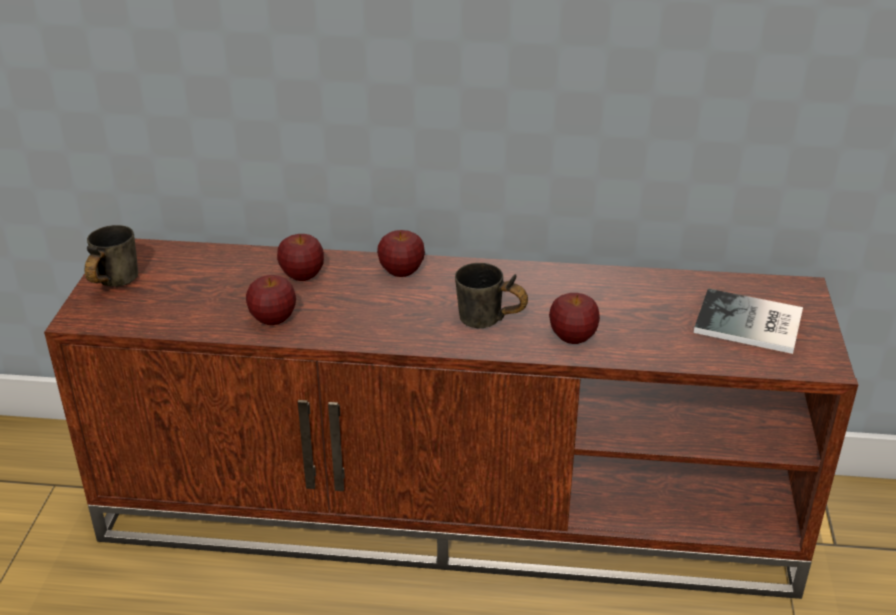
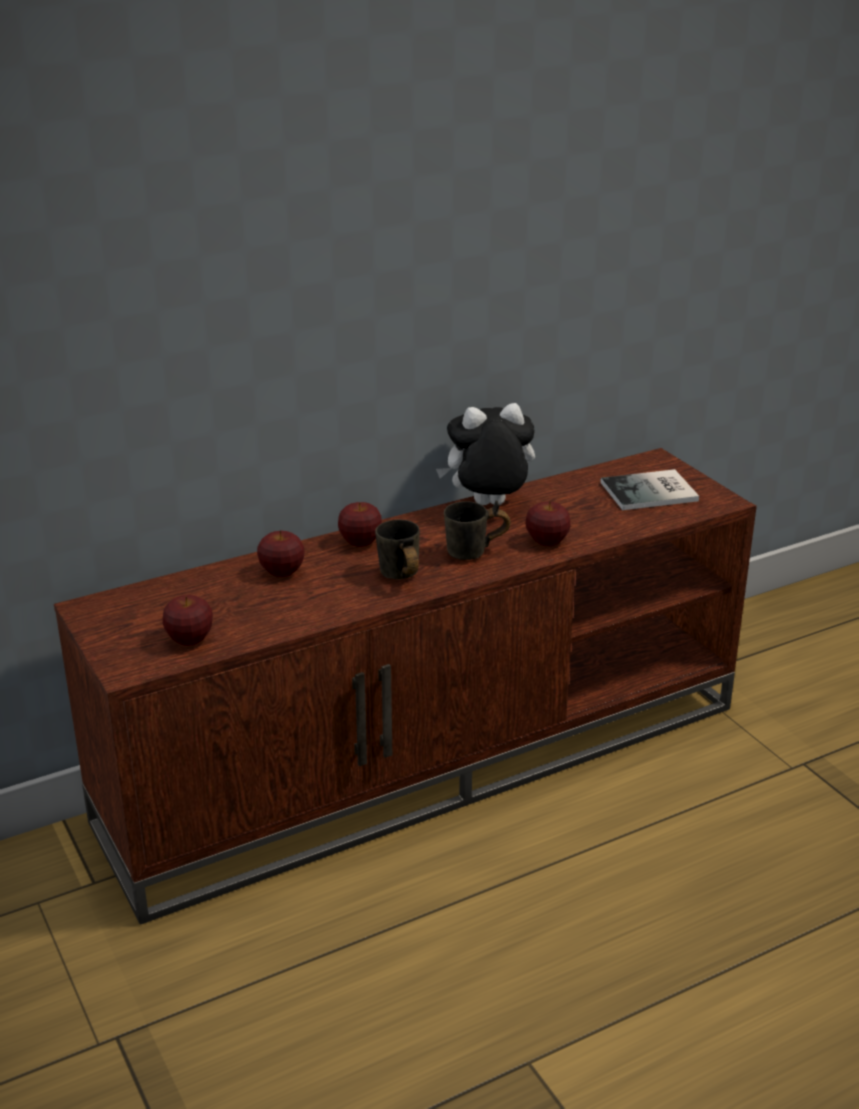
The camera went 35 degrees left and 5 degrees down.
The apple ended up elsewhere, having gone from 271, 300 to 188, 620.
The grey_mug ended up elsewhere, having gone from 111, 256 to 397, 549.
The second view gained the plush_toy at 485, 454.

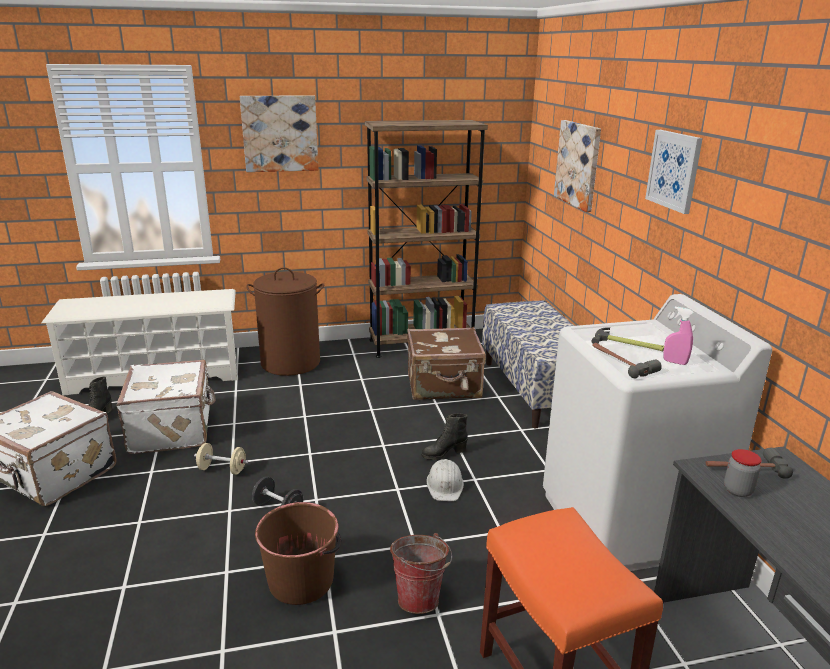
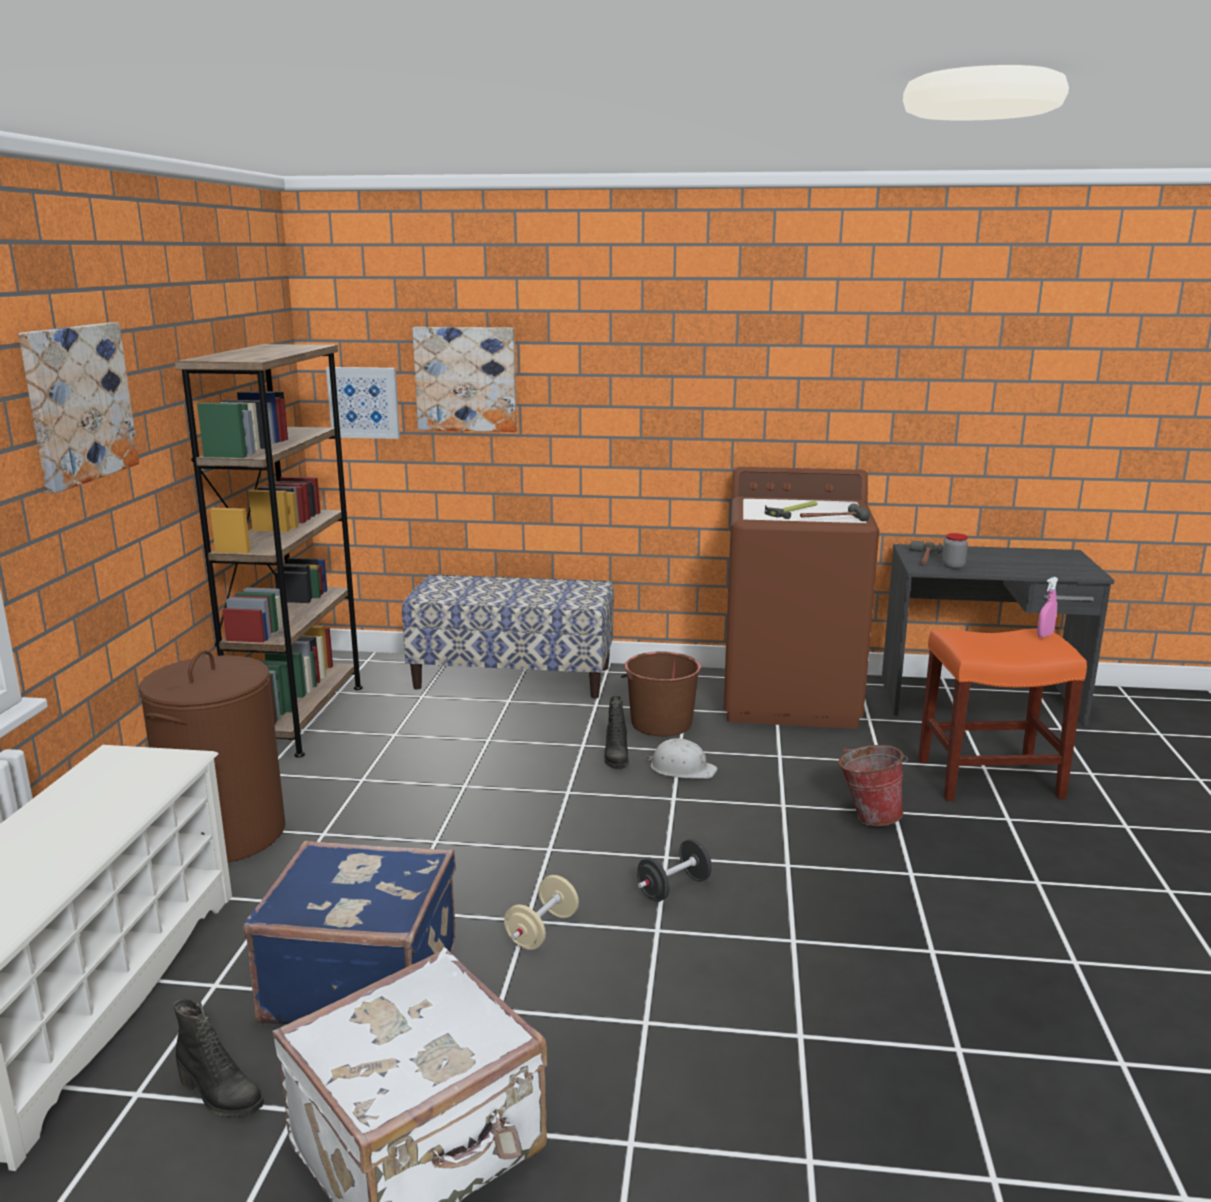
The camera went 70 degrees left and 5 degrees down.
What was the white_suitcase at 166, 407 turned into the blue_suitcase at 349, 932.
The picture ended up elsewhere, having gone from 674, 172 to 363, 403.
The brown_bucket ended up elsewhere, having gone from 298, 553 to 661, 694.
What was the white_washing_machine at 657, 432 turned into the brown_washing_machine at 801, 598.
The pink_spray_bottle ended up elsewhere, having gone from 678, 336 to 1047, 607.
The second view lost the brown_suitcase at 446, 363.

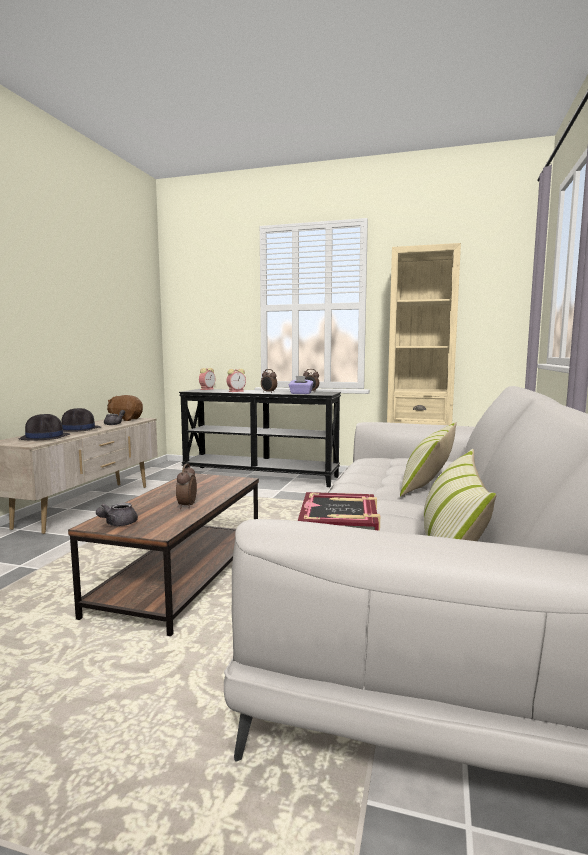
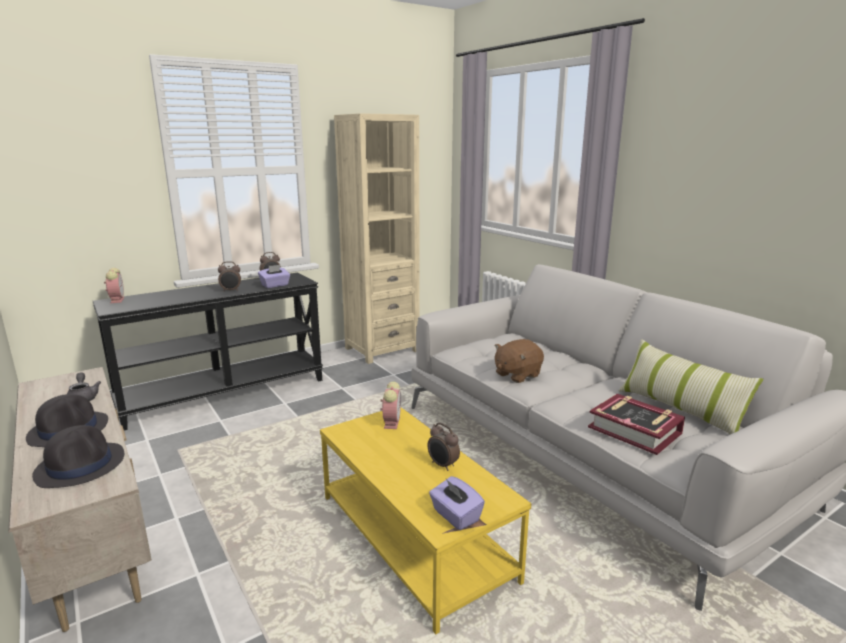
The camera went 50 degrees left and 10 degrees up.
What was the brown_coffee_table at 163, 555 turned into the yellow_coffee_table at 426, 520.
The alarm_clock ended up elsewhere, having gone from 236, 380 to 390, 405.
Where the grey_teapot stood at 117, 514, the purple_tissue_box came to stand at 457, 503.
The brown_plush_toy ended up elsewhere, having gone from 125, 408 to 519, 361.
The second view lost the pillow at 428, 459.

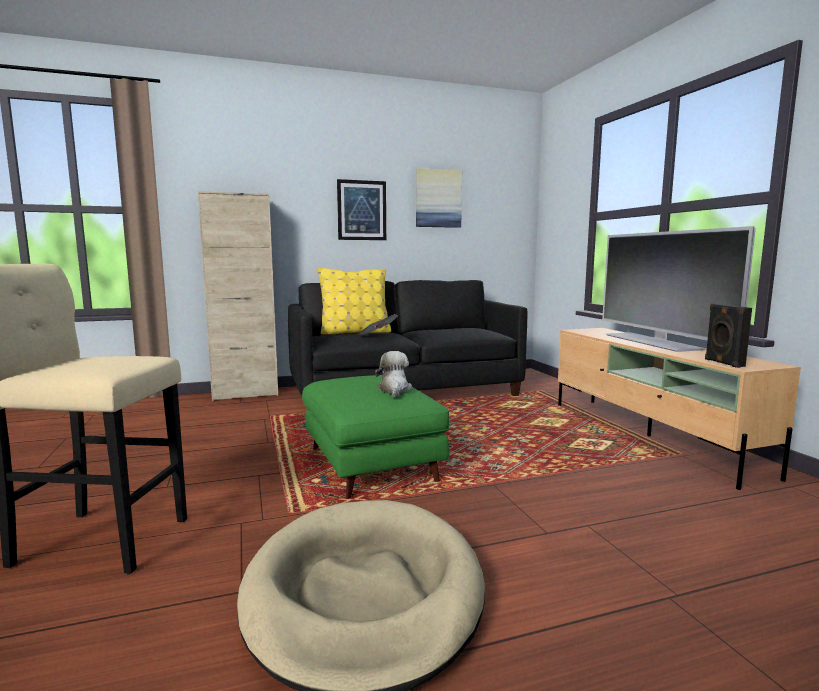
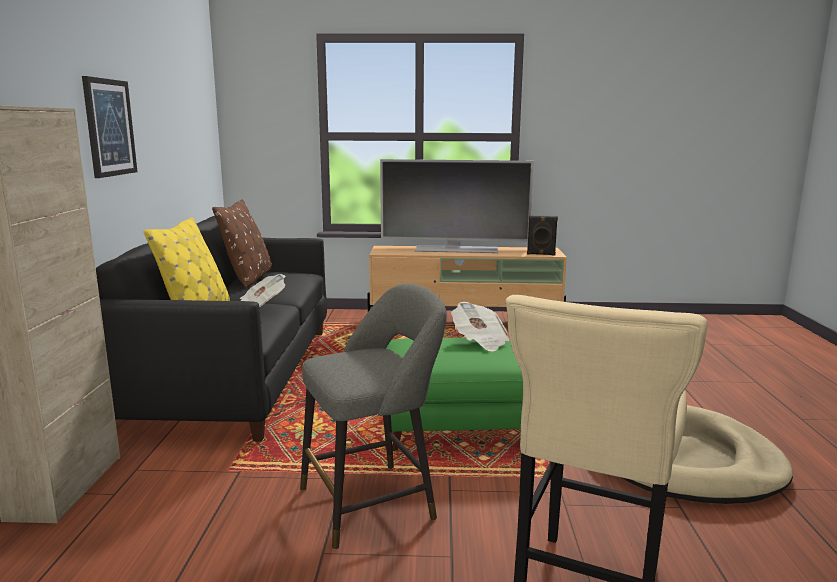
The camera went 70 degrees left and 5 degrees up.
The second view gained the brown_pillow at 242, 243.
The second view gained the grey_stool at 373, 416.
Where the plush_toy stood at 393, 374, the newspaper came to stand at 480, 327.
The second view lost the picture at 439, 198.

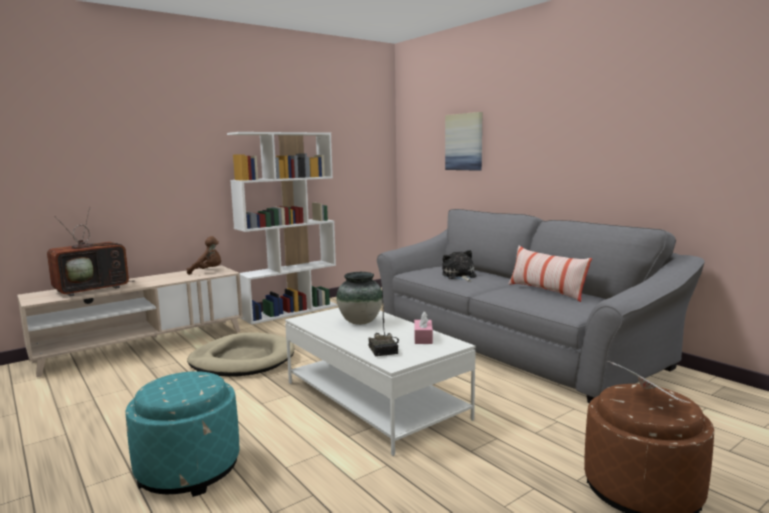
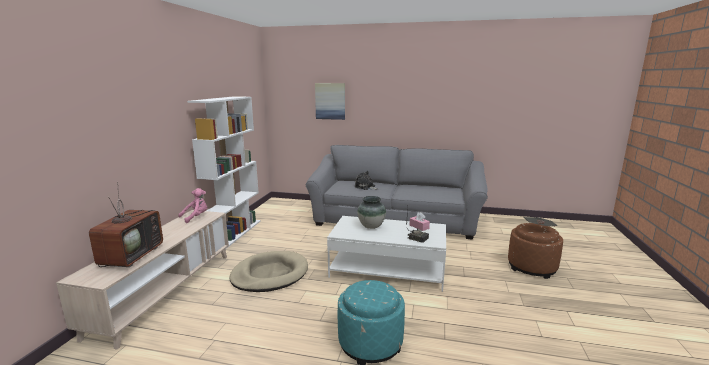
The camera went 40 degrees left and 5 degrees up.
What was the brown_plush_toy at 204, 255 turned into the pink_plush_toy at 192, 205.
The second view lost the pillow at 550, 274.

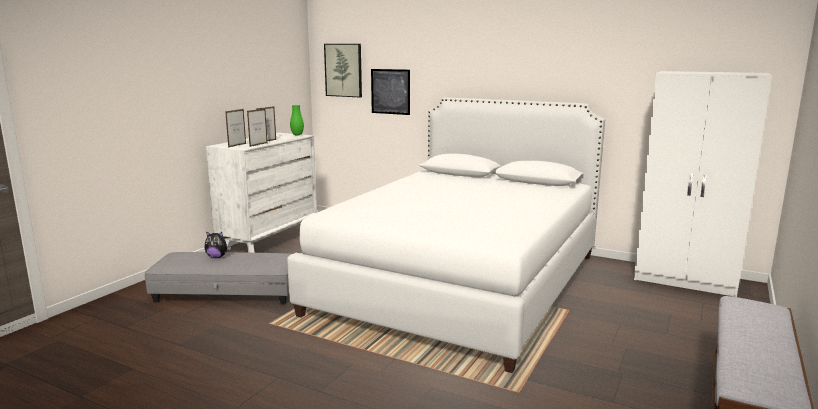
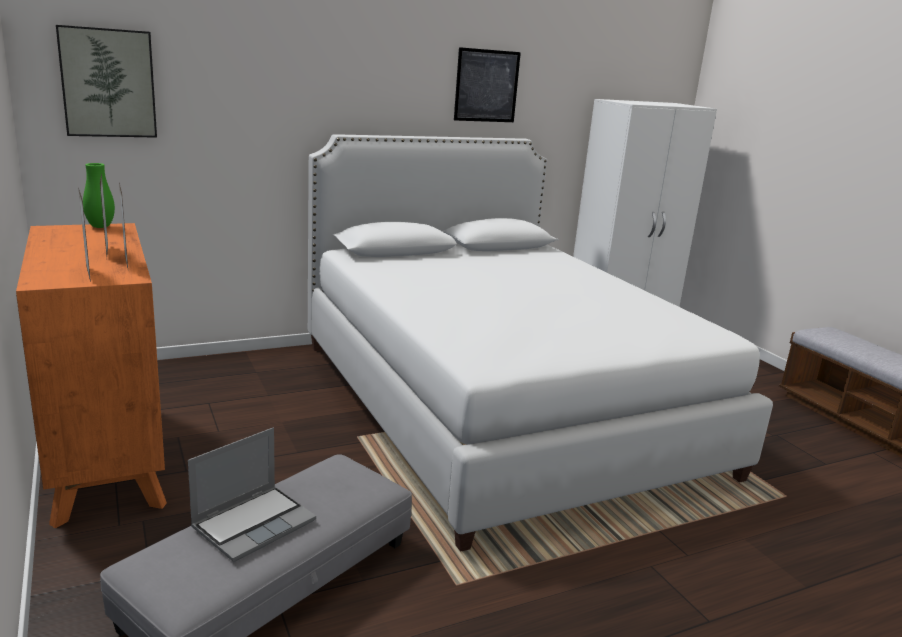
The camera went 55 degrees left and 5 degrees up.
What was the white_dresser at 261, 193 turned into the orange_dresser at 91, 375.
Where the plush_toy stood at 218, 244, the laptop came to stand at 252, 494.
The picture ended up elsewhere, having gone from 390, 92 to 487, 84.

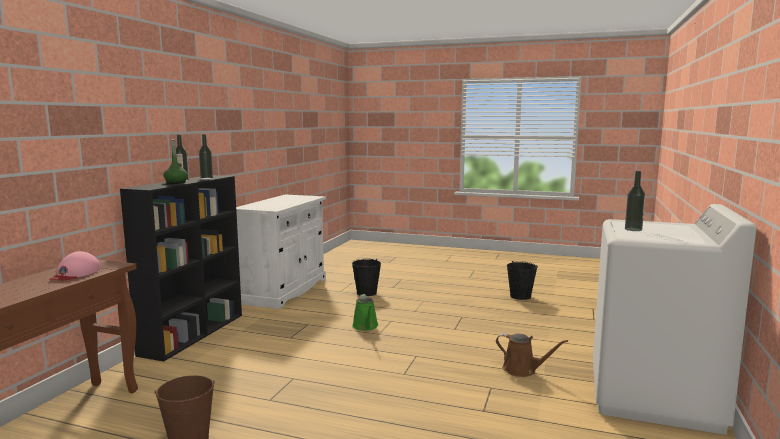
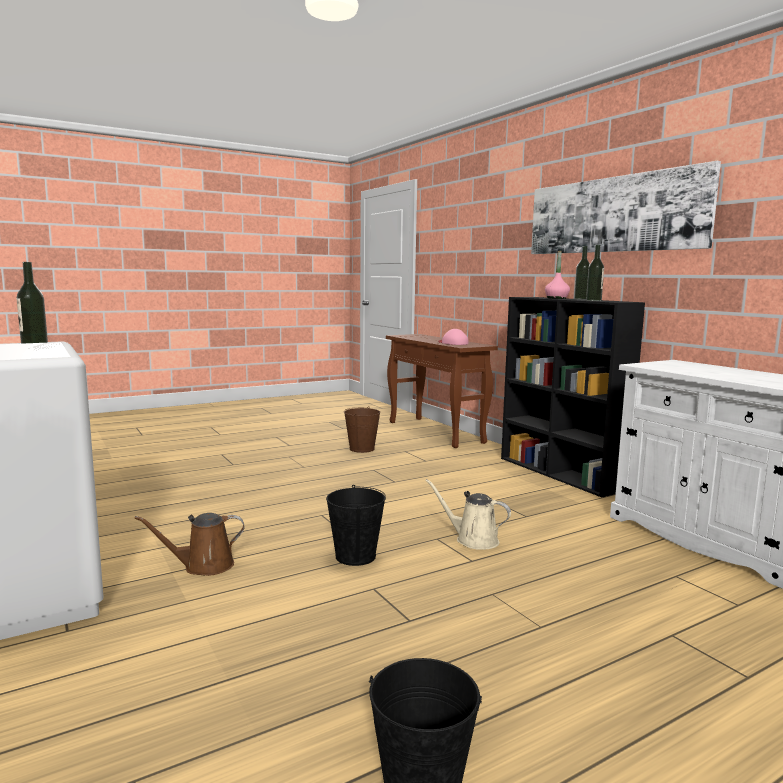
The camera went 130 degrees right and 0 degrees up.
The black_bucket ended up elsewhere, having gone from 366, 277 to 356, 525.
What was the green_watering_can at 365, 312 turned into the beige_watering_can at 468, 514.
The second view gained the picture at 626, 207.
What was the green_bottle at 175, 161 turned into the pink_bottle at 557, 275.

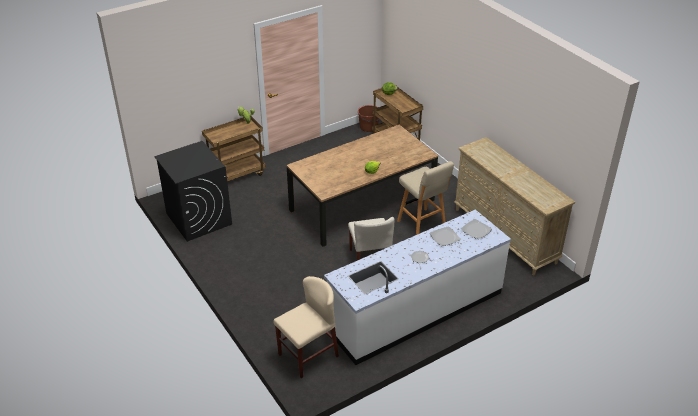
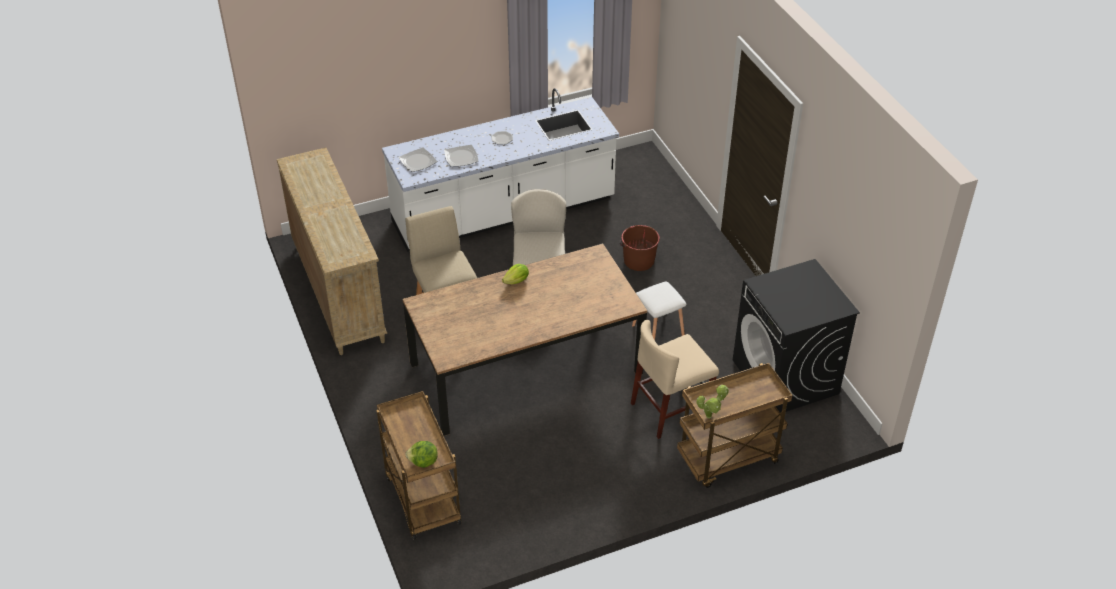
The camera went 170 degrees left and 5 degrees up.
The brown_bucket ended up elsewhere, having gone from 368, 118 to 640, 248.
The beige_chair ended up elsewhere, having gone from 306, 327 to 675, 379.
The second view gained the white_stool at 659, 311.

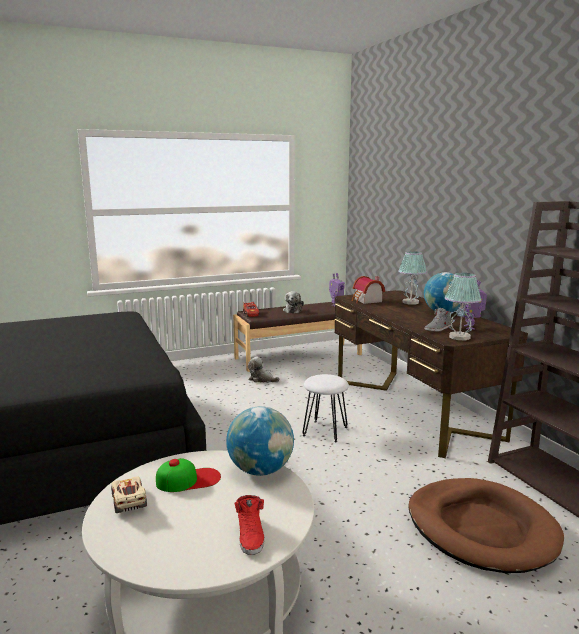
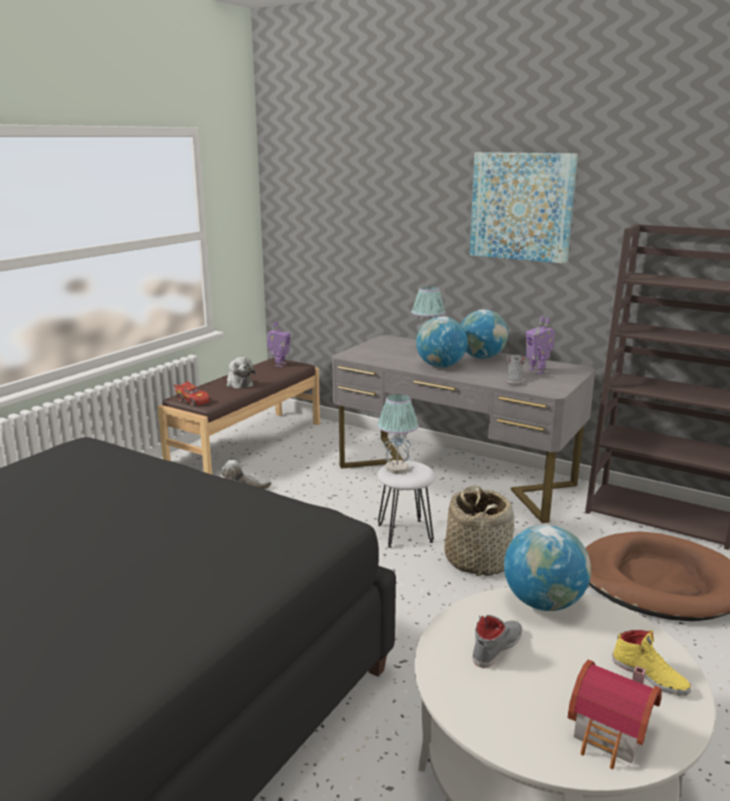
The camera went 35 degrees left and 5 degrees up.
What was the brown_desk at 431, 374 turned into the grey_desk at 464, 429.
The table_lamp ended up elsewhere, having gone from 463, 306 to 398, 434.
The second view gained the globe at 441, 342.
The second view gained the basket at 479, 530.
The second view gained the picture at 523, 208.
Where the cap stood at 188, 475, the grey_shoe came to stand at 497, 641.
The toy_house ended up elsewhere, having gone from 368, 290 to 615, 714.
What was the red_shoe at 250, 525 turned into the yellow_shoe at 651, 662.
The second view lost the beige_toy_car at 129, 494.

